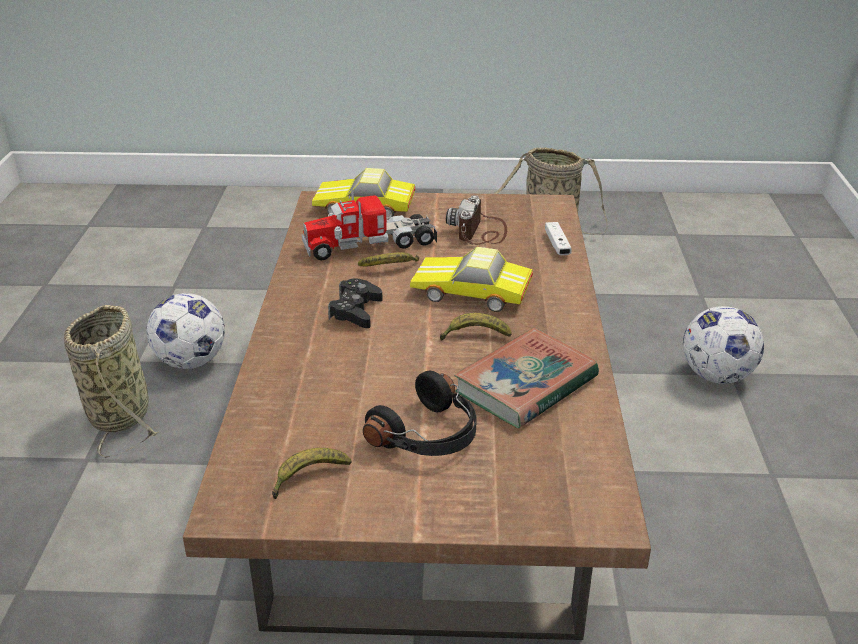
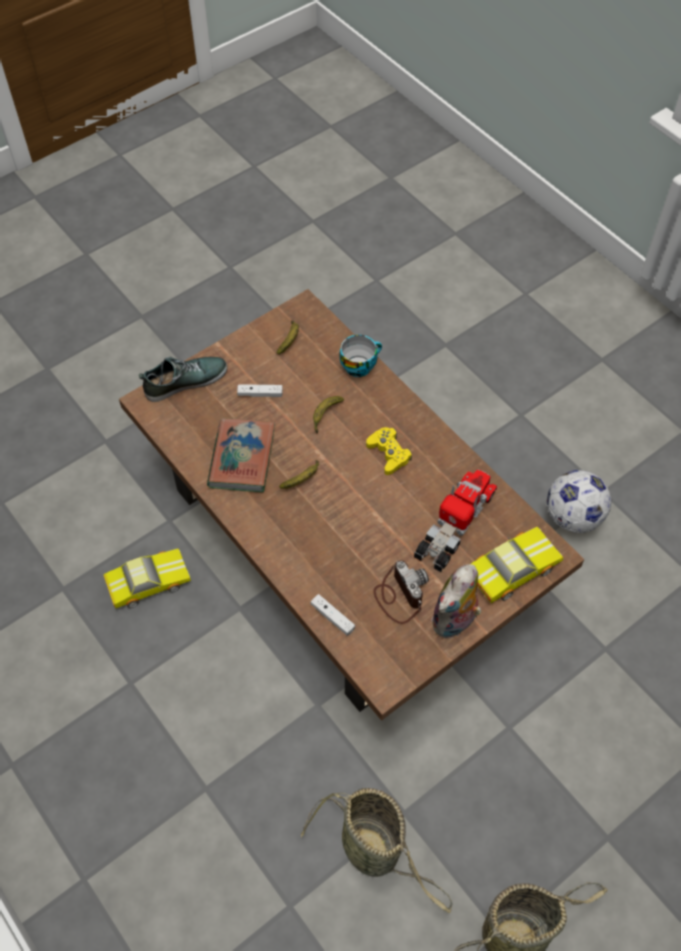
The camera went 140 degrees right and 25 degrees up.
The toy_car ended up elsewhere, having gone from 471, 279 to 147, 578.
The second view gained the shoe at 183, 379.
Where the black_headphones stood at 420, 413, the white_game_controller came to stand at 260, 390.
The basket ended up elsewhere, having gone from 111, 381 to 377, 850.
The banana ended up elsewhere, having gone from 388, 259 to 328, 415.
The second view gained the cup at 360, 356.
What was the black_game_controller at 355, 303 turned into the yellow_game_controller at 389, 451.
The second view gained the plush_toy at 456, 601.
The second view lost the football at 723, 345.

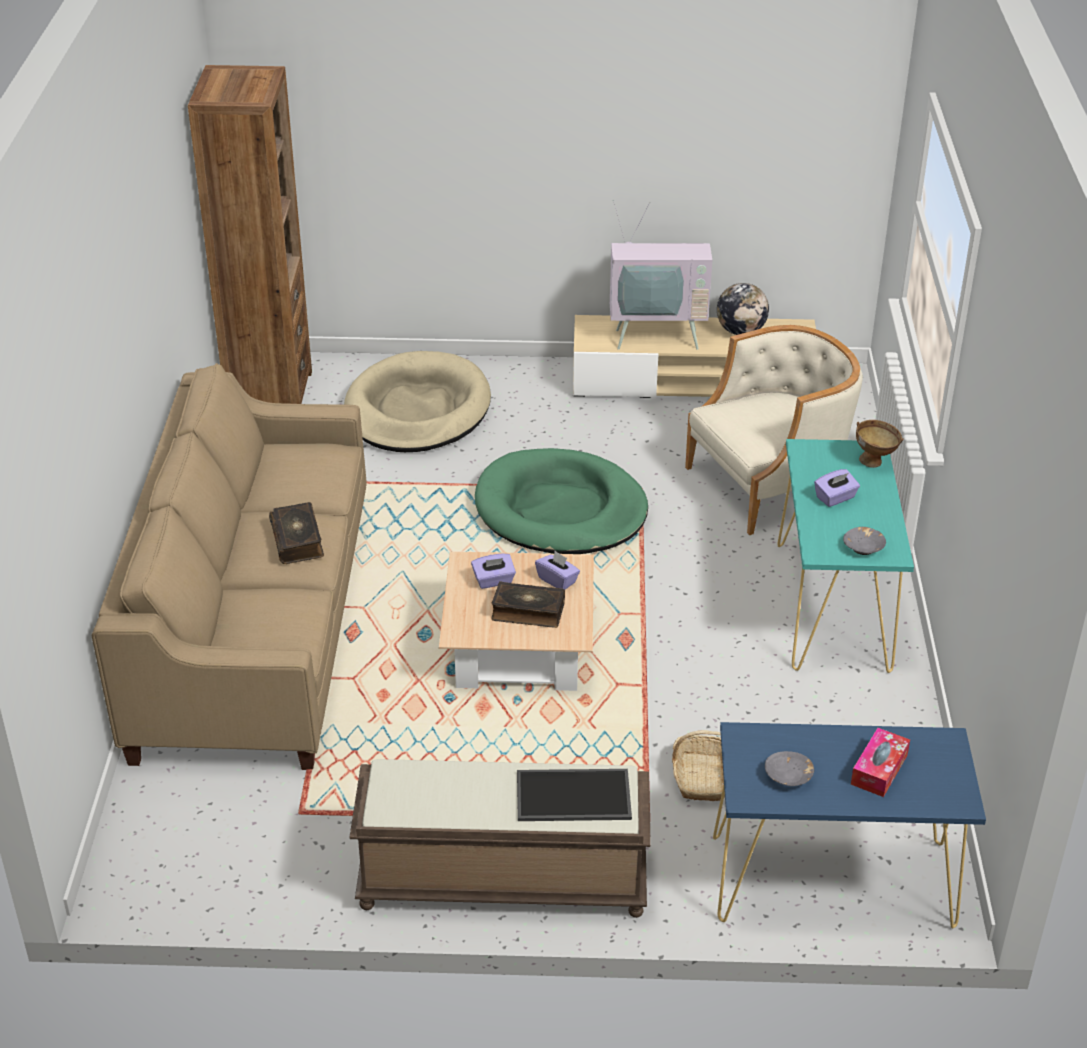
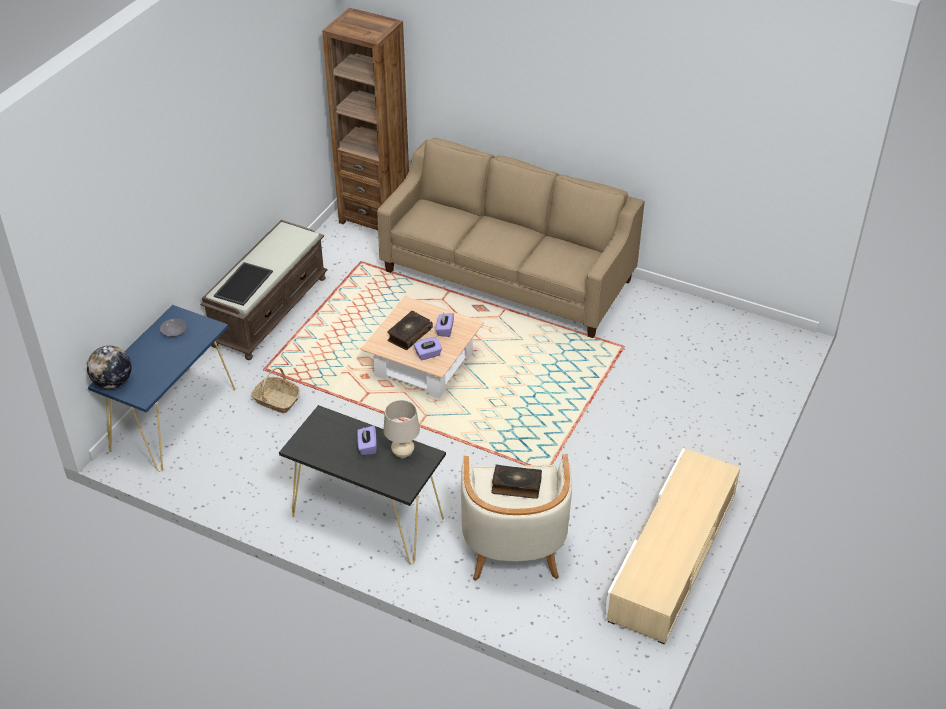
The camera went 115 degrees right and 5 degrees up.
The globe ended up elsewhere, having gone from 743, 309 to 109, 367.
What was the turquoise_console_table at 846, 556 turned into the black_console_table at 362, 484.
The brown_bookcase ended up elsewhere, having gone from 250, 234 to 365, 119.
The second view gained the beige_table_lamp at 401, 429.
The book ended up elsewhere, having gone from 296, 533 to 516, 481.
The second view lost the beige_dog_bed at 417, 401.
The second view lost the green_dog_bed at 561, 501.
The second view lost the television at 661, 275.
The second view lost the grey_bowl at 864, 541.
The second view lost the tissue_box at 880, 762.
The second view lost the brown_bowl at 880, 444.

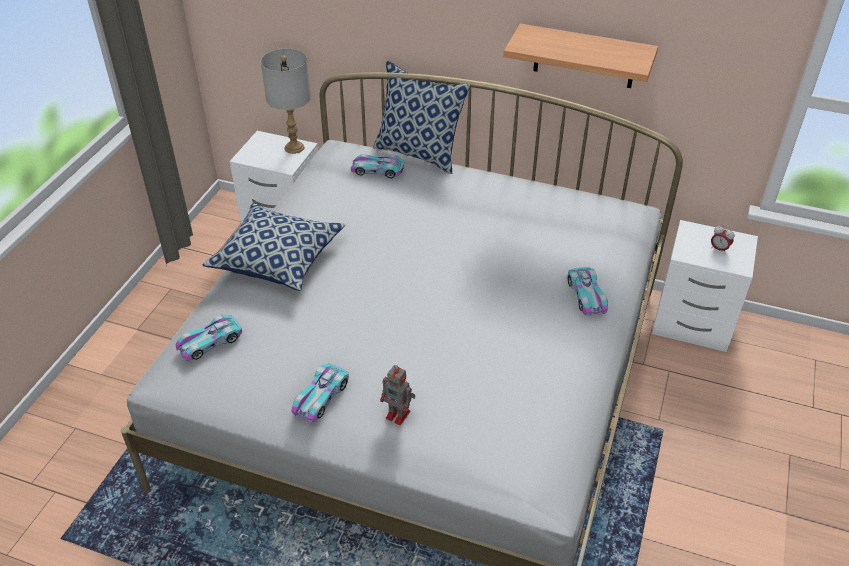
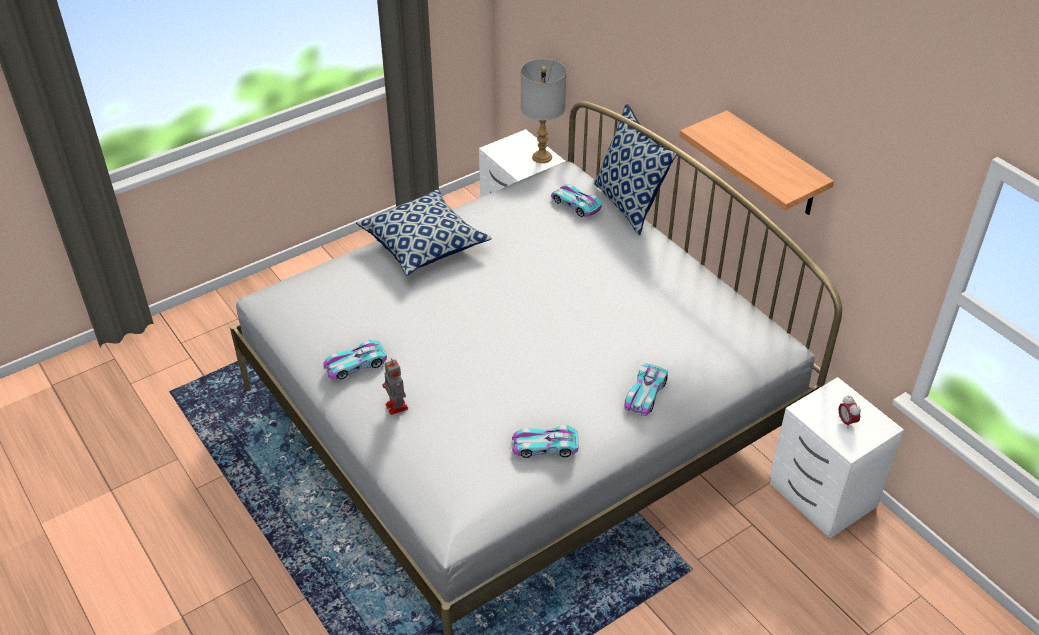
The camera went 35 degrees right and 0 degrees up.
The toy_car ended up elsewhere, having gone from 209, 337 to 545, 441.

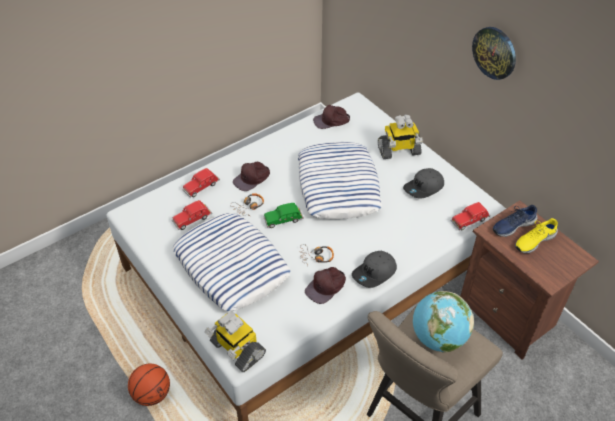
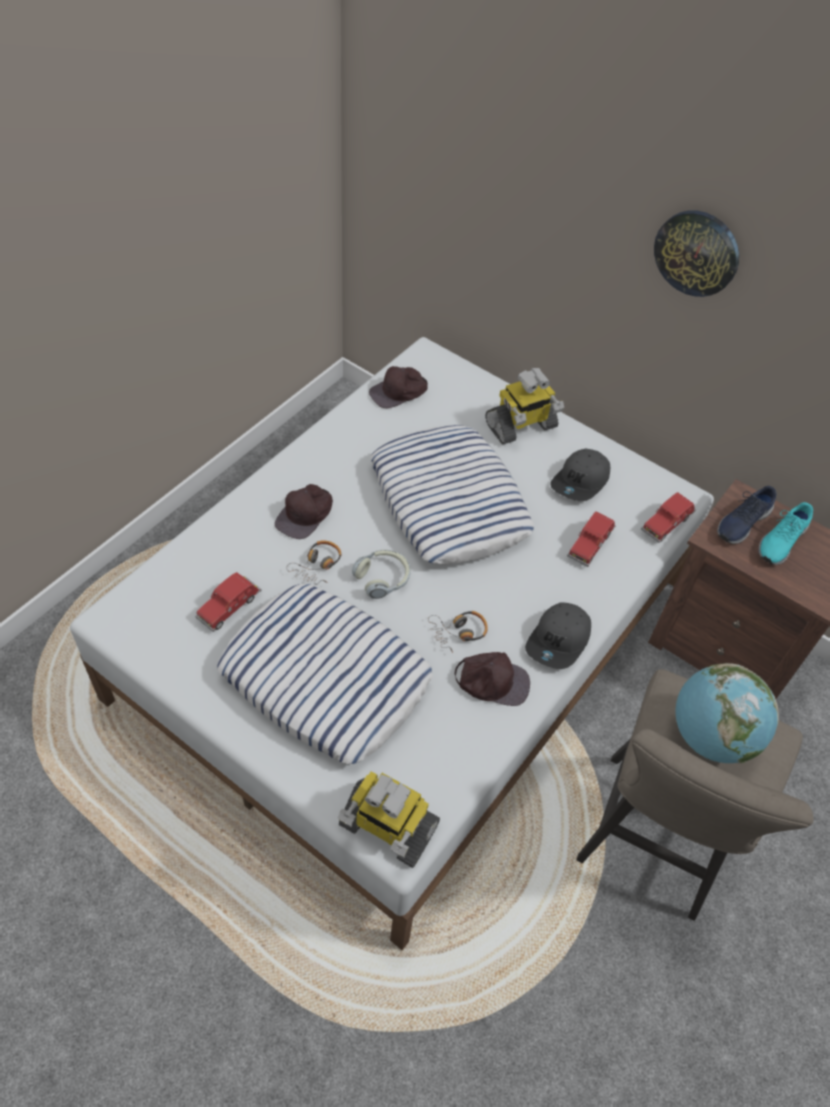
The camera went 20 degrees left and 5 degrees up.
Where the green_toy_car stood at 283, 215, the headphones came to stand at 381, 574.
The brown_cap at 325, 285 ended up facing another way, 105 degrees counterclockwise from before.
The red_toy_car ended up elsewhere, having gone from 201, 183 to 591, 539.
What was the yellow_shoe at 536, 235 turned into the turquoise_shoe at 785, 533.
The second view lost the basketball at 149, 385.

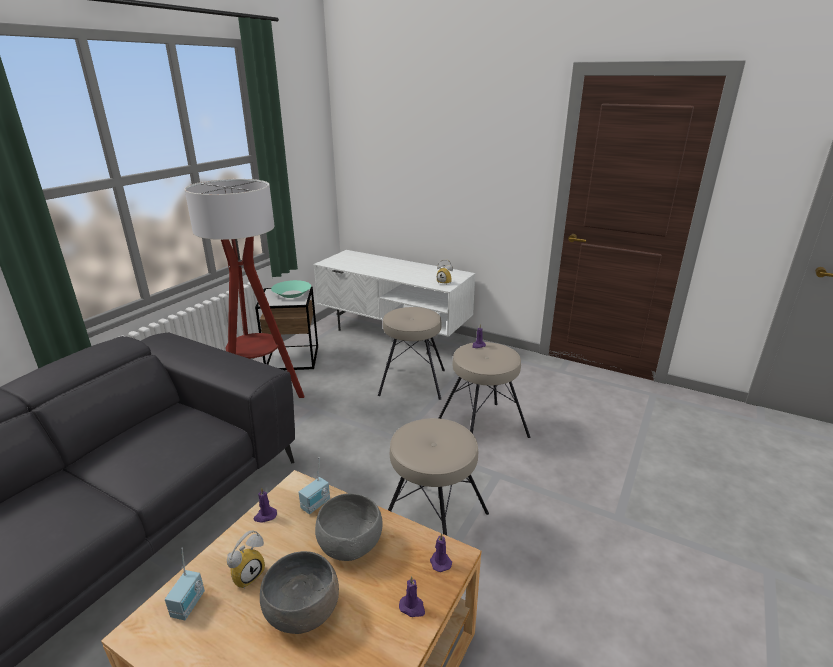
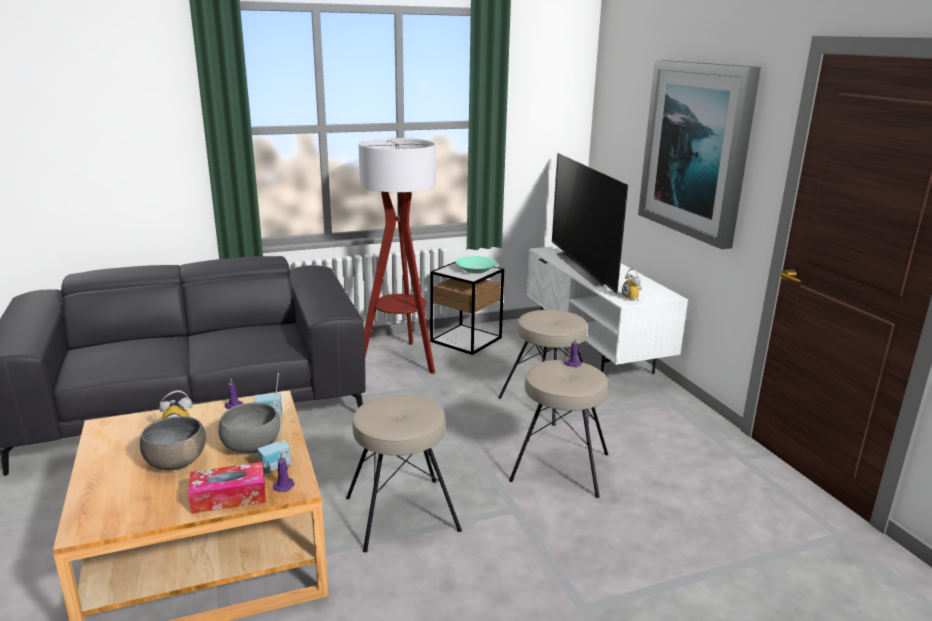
The camera went 40 degrees right and 5 degrees down.
Where the purple_candle stood at 412, 596, the tissue_box came to stand at 227, 488.
The radio ended up elsewhere, having gone from 185, 584 to 274, 446.
The second view gained the television at 590, 223.
The second view gained the picture at 699, 154.

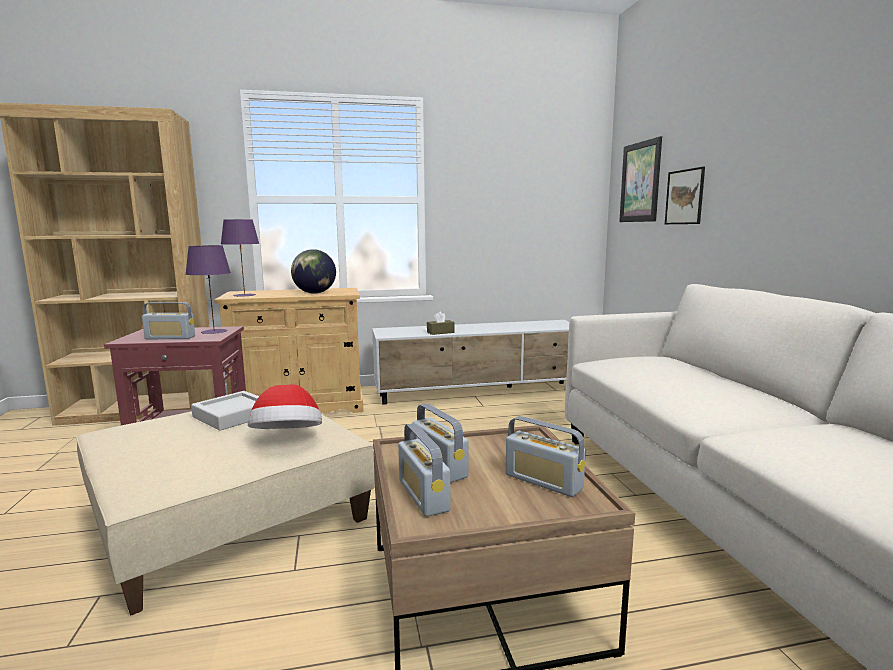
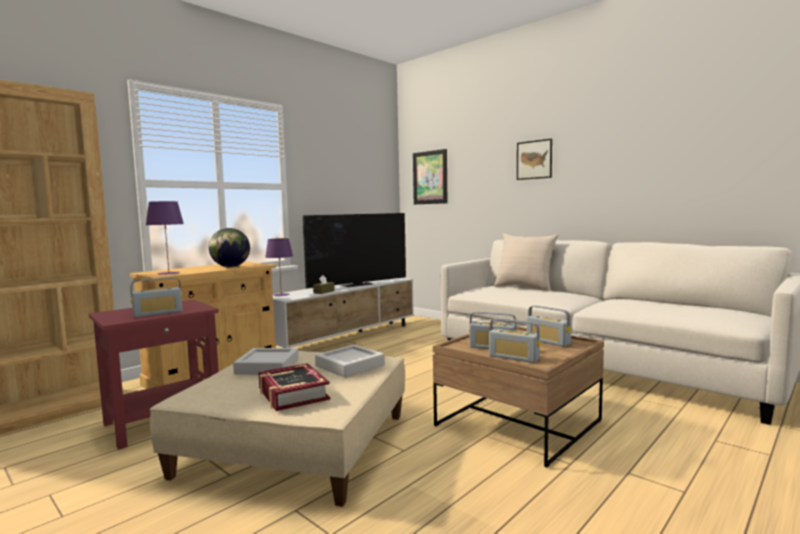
The camera went 35 degrees left and 5 degrees down.
The second view gained the book at 294, 387.
The purple_table_lamp ended up elsewhere, having gone from 208, 289 to 279, 267.
The second view gained the television at 354, 250.
Where the hat stood at 285, 406, the grey_tray came to stand at 350, 361.
The second view gained the beige_pillow at 526, 262.
The picture ended up elsewhere, having gone from 685, 195 to 534, 159.
The radio at 546, 456 ended up facing another way, 45 degrees clockwise from before.

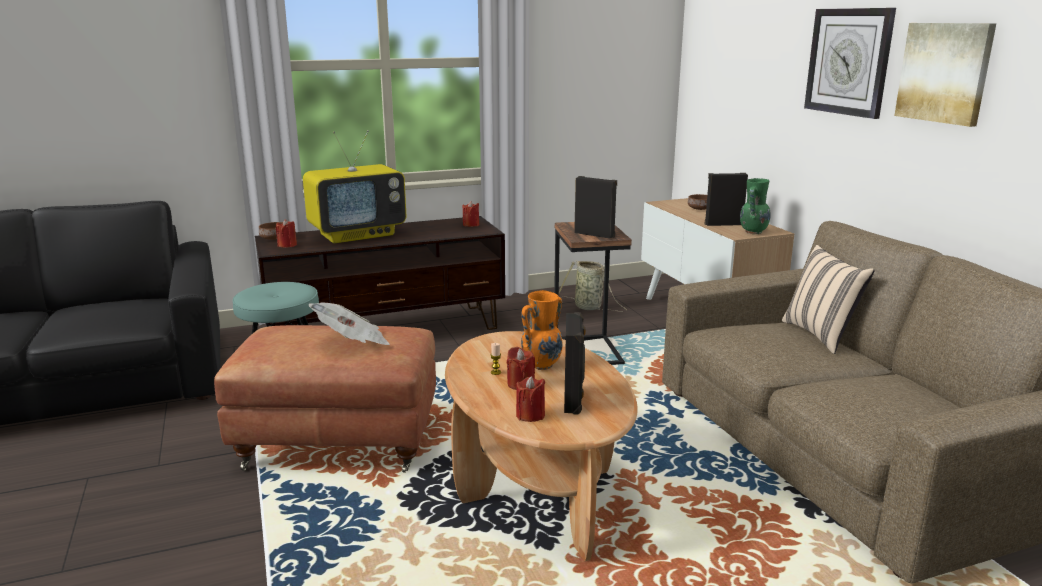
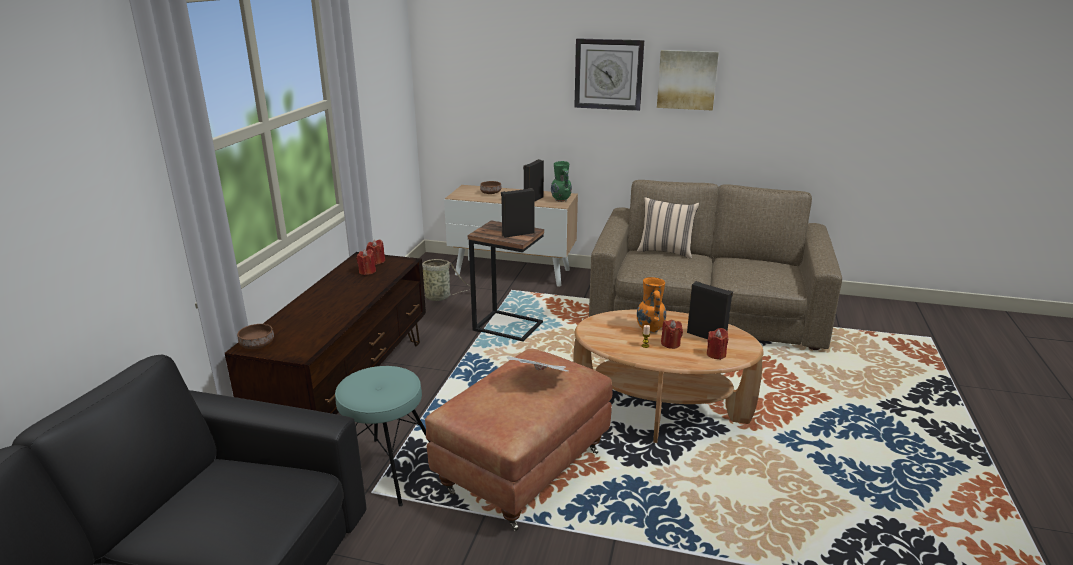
The camera went 55 degrees left and 5 degrees up.
The red_candle ended up elsewhere, having gone from 286, 233 to 366, 262.
The second view lost the television at 354, 186.

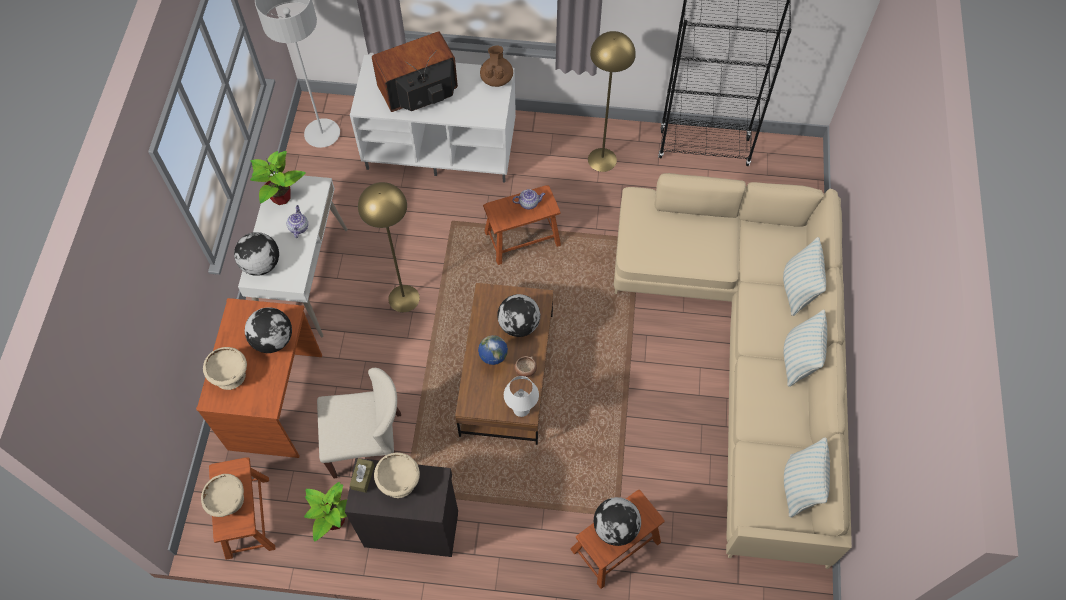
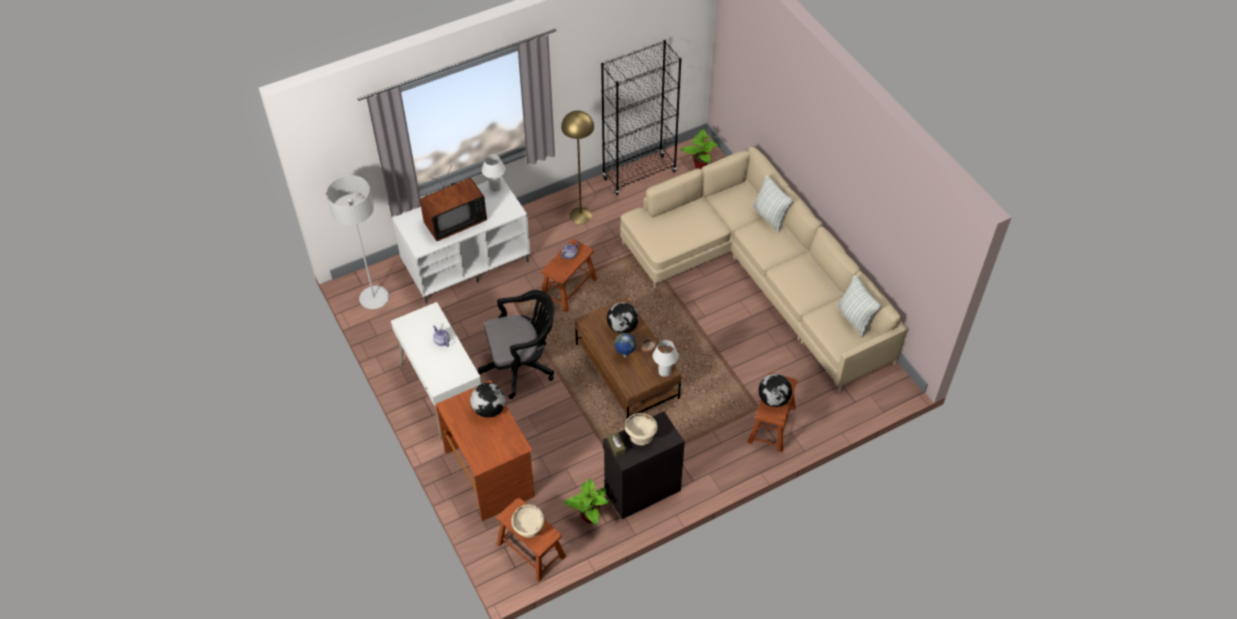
The camera went 35 degrees left and 10 degrees down.
The television at 415, 71 ended up facing another way, 150 degrees counterclockwise from before.
Where the yellow_floor_lamp stood at 389, 247, the black_office_chair came to stand at 516, 344.
Where the brown_teapot stood at 496, 66, the white_table_lamp came to stand at 494, 173.
The potted_plant ended up elsewhere, having gone from 278, 178 to 699, 149.
The second view lost the beige_bowl at 225, 368.
The second view lost the globe at 256, 254.
The second view lost the beige_chair at 359, 423.
The second view lost the pillow at 805, 348.

